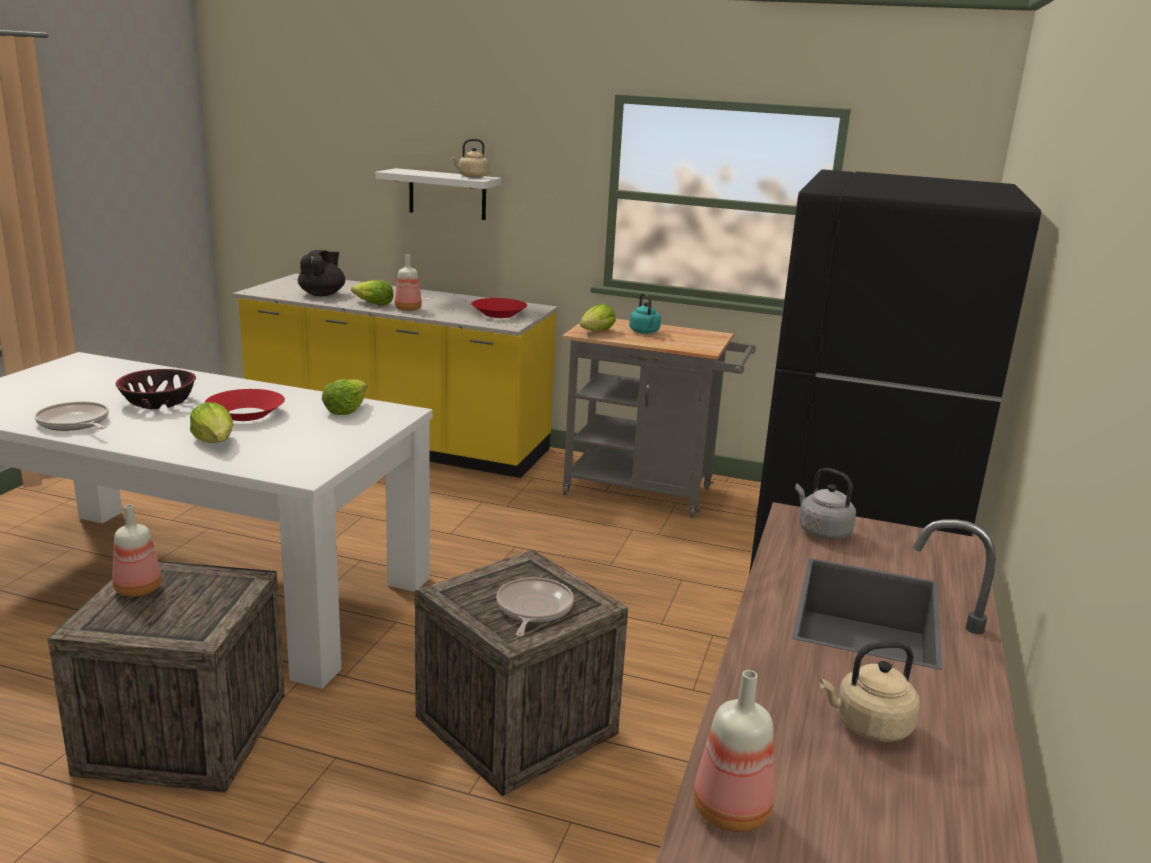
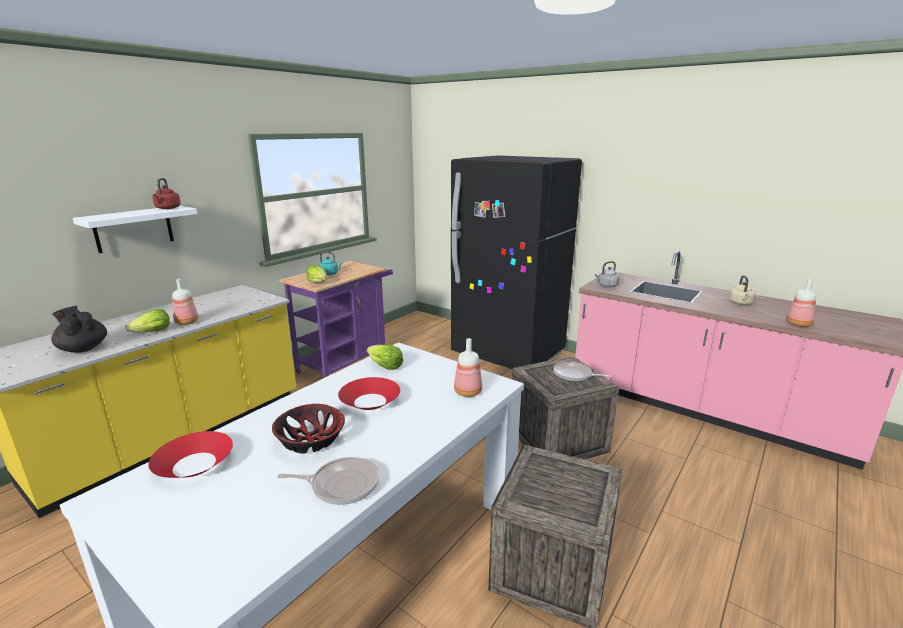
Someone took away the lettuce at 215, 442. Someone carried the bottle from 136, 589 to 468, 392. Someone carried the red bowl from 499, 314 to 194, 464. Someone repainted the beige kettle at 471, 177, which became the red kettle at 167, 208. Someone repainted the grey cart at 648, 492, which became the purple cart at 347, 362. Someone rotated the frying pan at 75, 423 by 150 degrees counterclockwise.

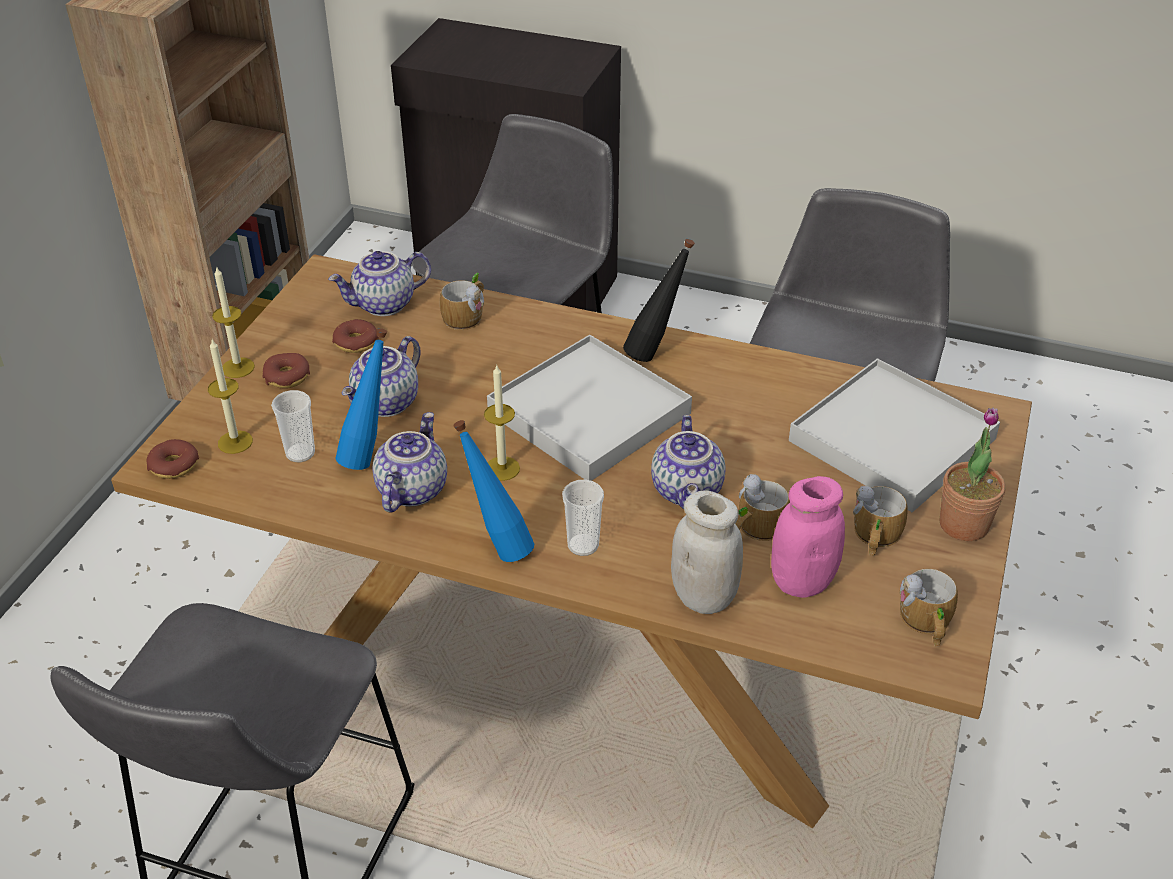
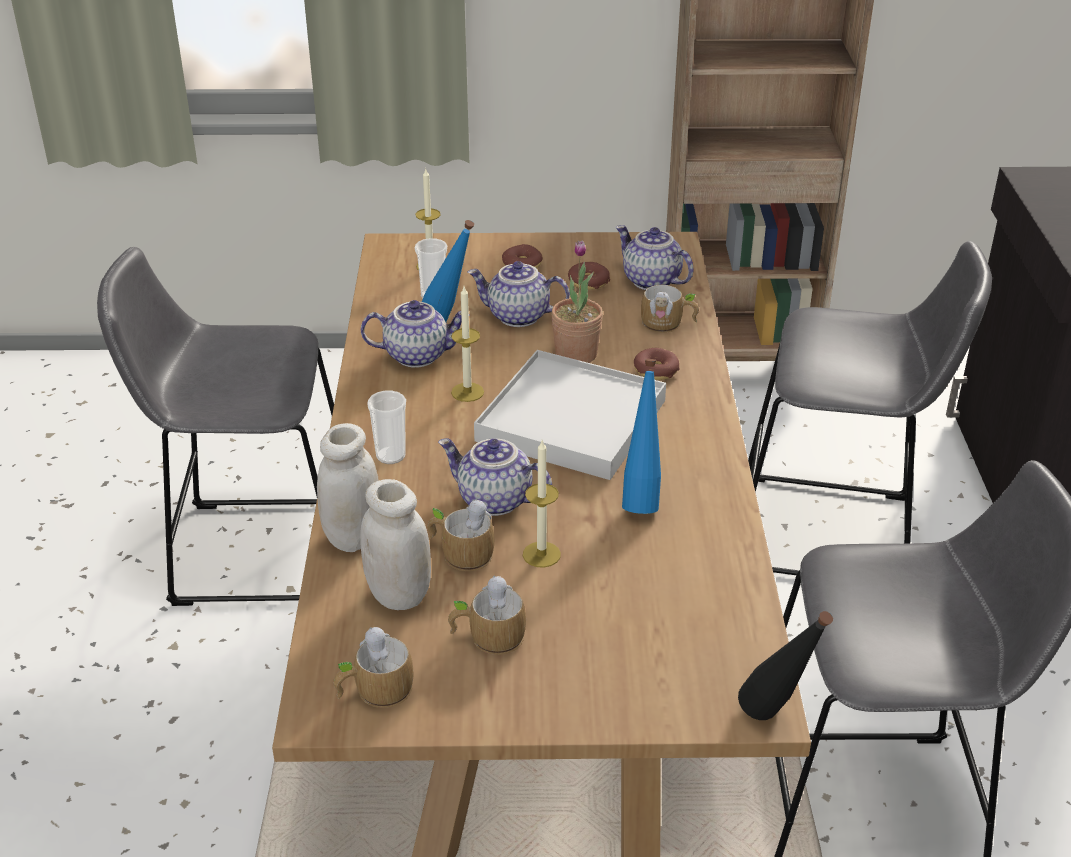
Someone took away the white tray at 892, 439. Someone carried the donut from 174, 466 to 655, 371. Someone carried the candle from 238, 368 to 541, 554. Someone carried the blue bottle from 497, 547 to 641, 499. Someone carried the black bottle from 655, 353 to 775, 721. Someone carried the potted plant from 963, 525 to 576, 354. Someone repainted the pink jar at 801, 582, which became the white jar at 399, 595. Someone rotated the teapot at 688, 491 by 45 degrees clockwise.

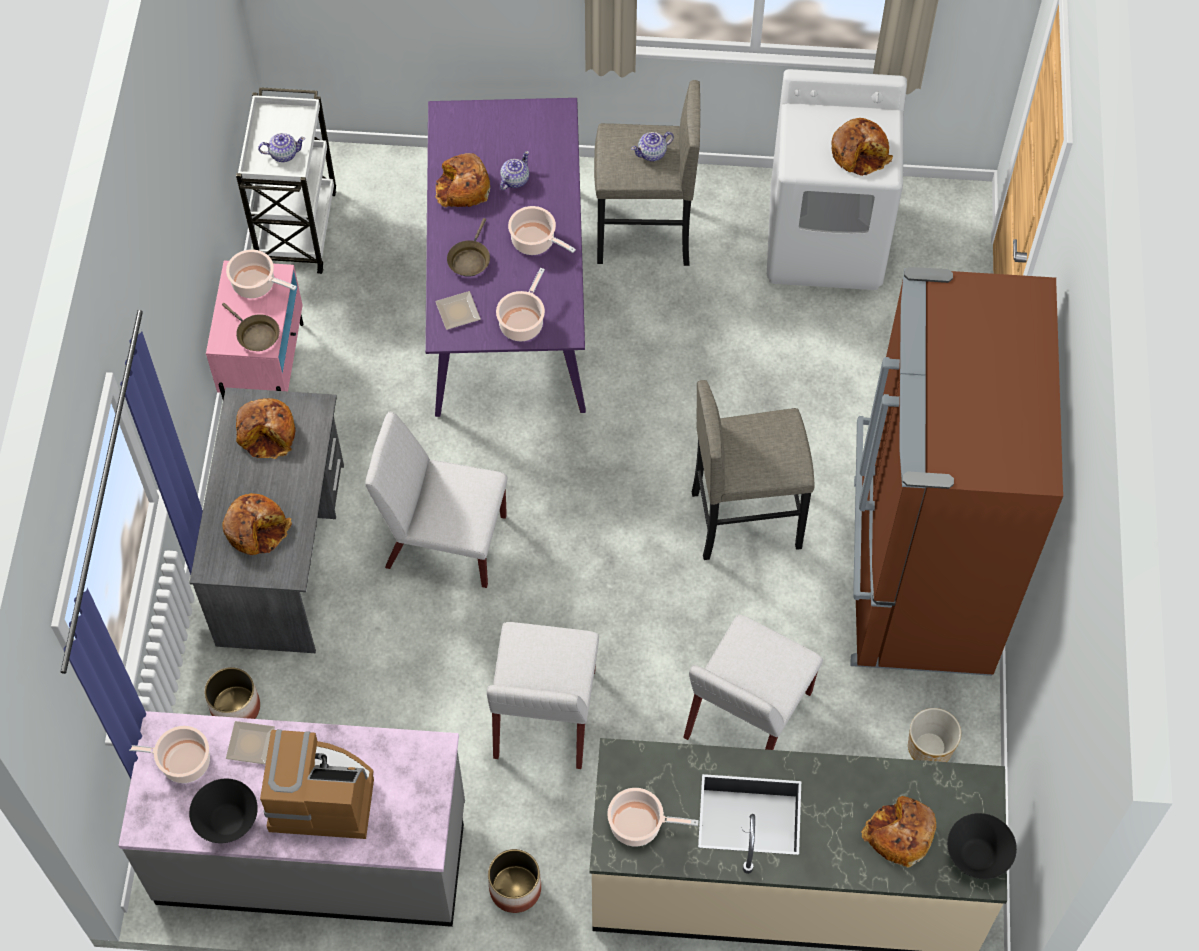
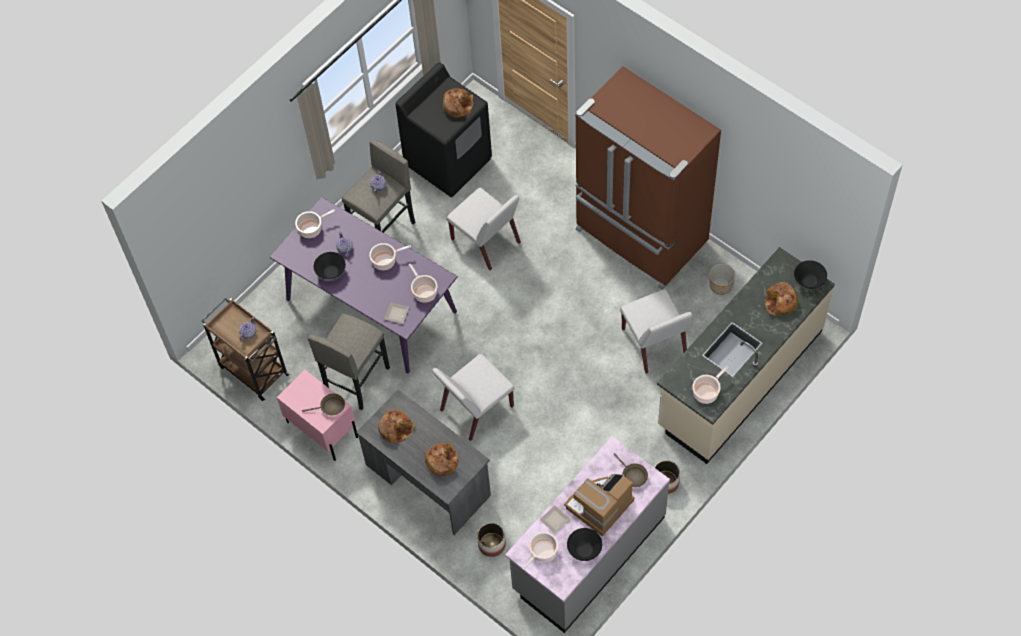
Someone carried the cooking pot from 256, 284 to 311, 228. Someone carried the brown frying pan from 469, 259 to 633, 475. Someone carried the white chair from 544, 715 to 486, 241. Someone carried the grey stool from 745, 519 to 356, 379. Someone swapped the bread at 462, 188 for the black bowl at 331, 272. Someone repainted the white cart at 297, 227, which became the brown cart at 253, 369. Someone repainted the white washing machine at 826, 241, which became the black washing machine at 448, 161.

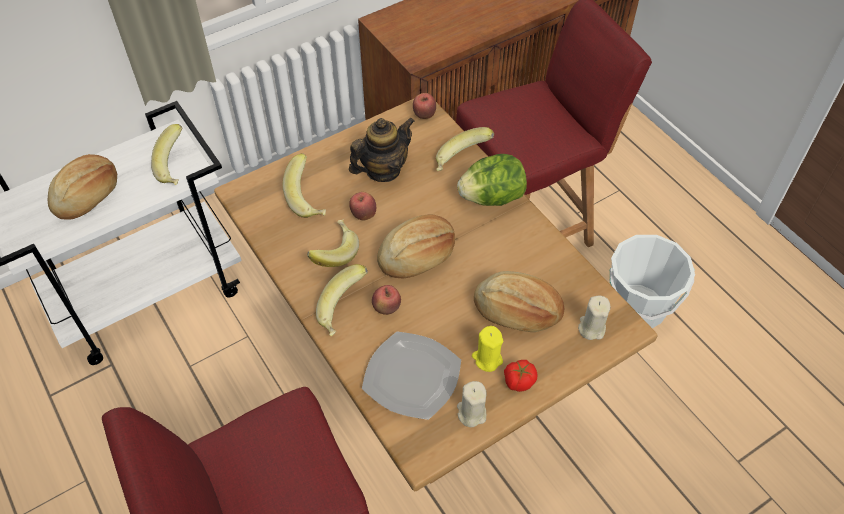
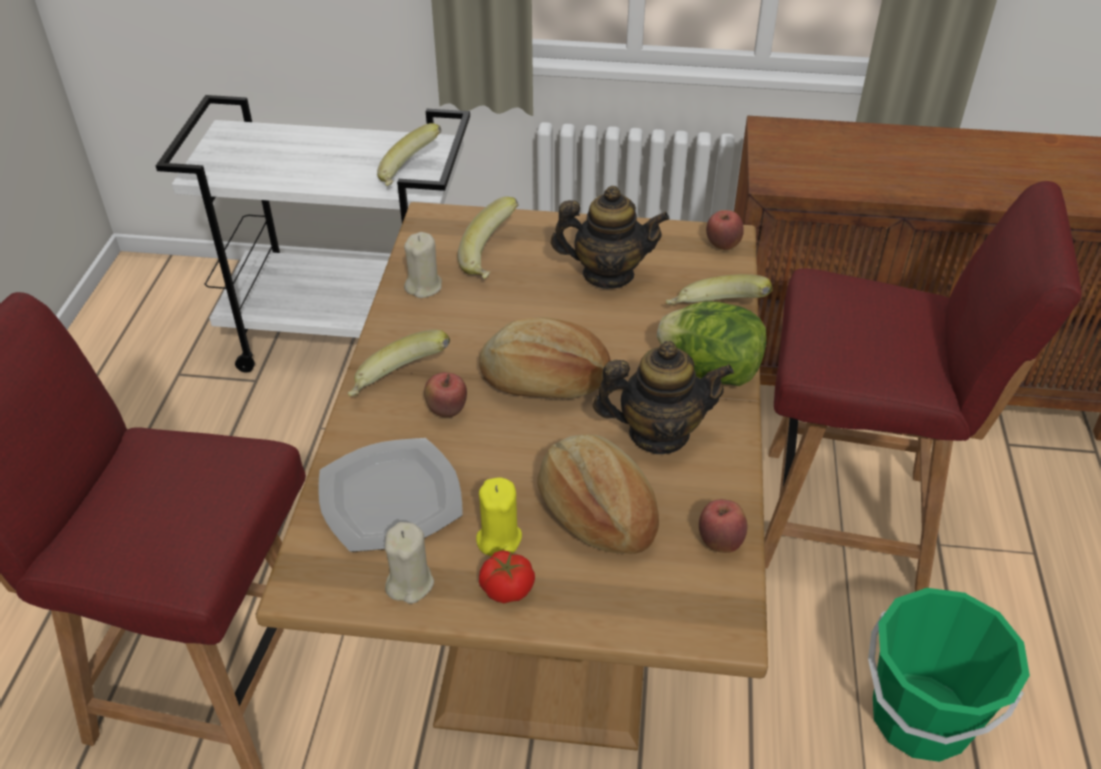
Someone took away the bread at 88, 196. Someone took away the banana at 333, 253. Someone put down the teapot at 658, 433. Someone carried the apple from 363, 215 to 720, 542. Someone carried the beige candle from 591, 328 to 424, 286. Someone repainted the white bucket at 637, 307, which became the green bucket at 920, 717.

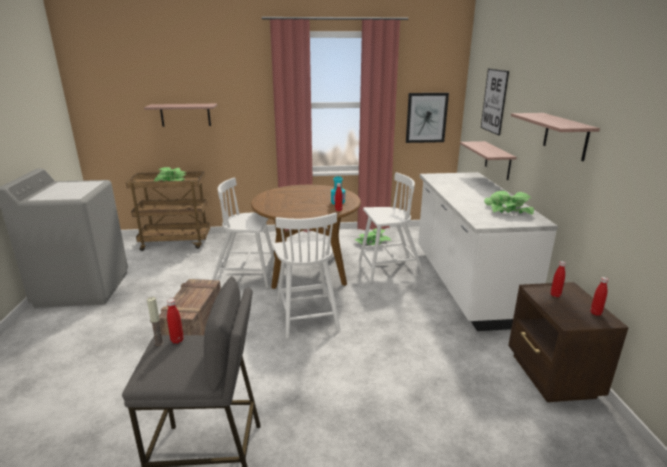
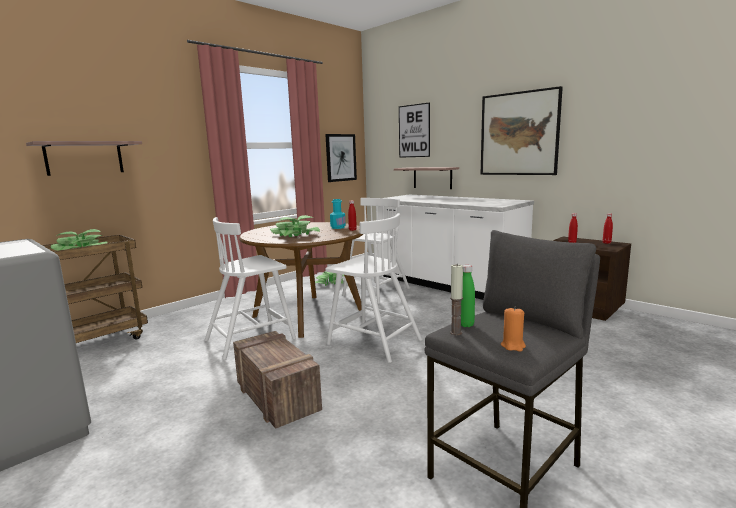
Someone put down the orange candle at 513, 346. Someone carried the potted plant from 507, 210 to 294, 235. Someone swapped the shelf at 565, 136 for the picture at 519, 134. Someone repainted the red bottle at 177, 340, which became the green bottle at 465, 324.

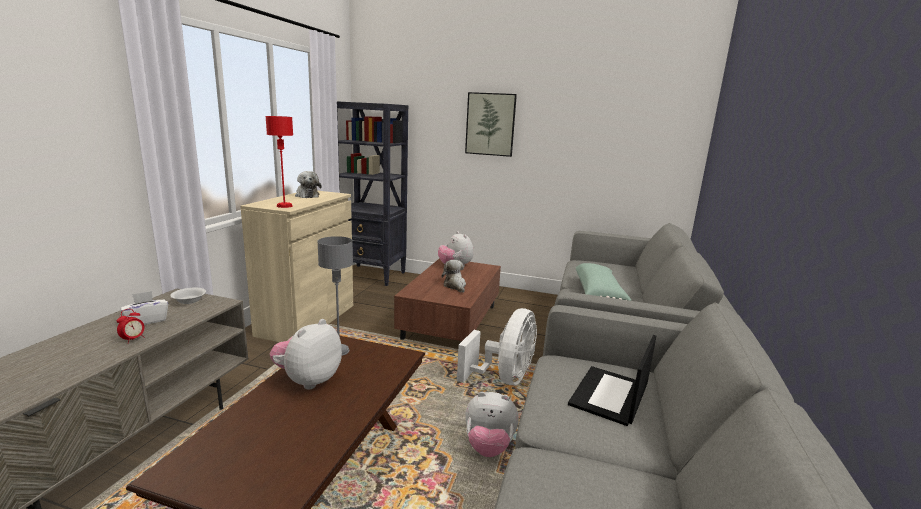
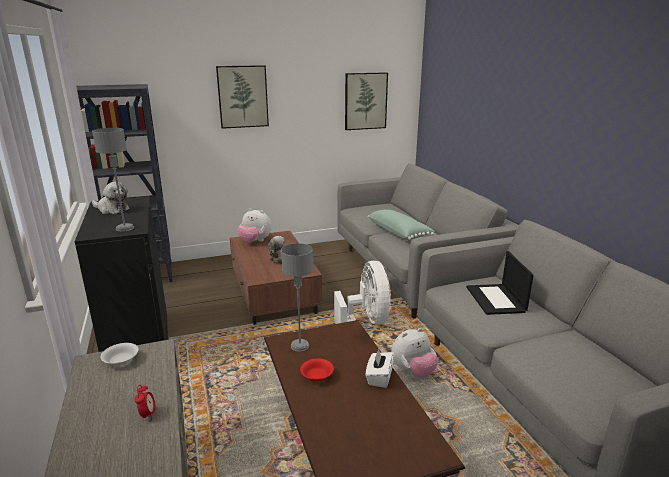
Someone put up the picture at 365, 101. Someone carried the white tissue box from 146, 321 to 379, 377. Someone swapped the plush toy at 308, 380 for the red bowl at 317, 376. Someone repainted the beige cabinet at 307, 320, which became the black cabinet at 139, 343. Someone repainted the red table lamp at 284, 206, which became the grey table lamp at 125, 228.

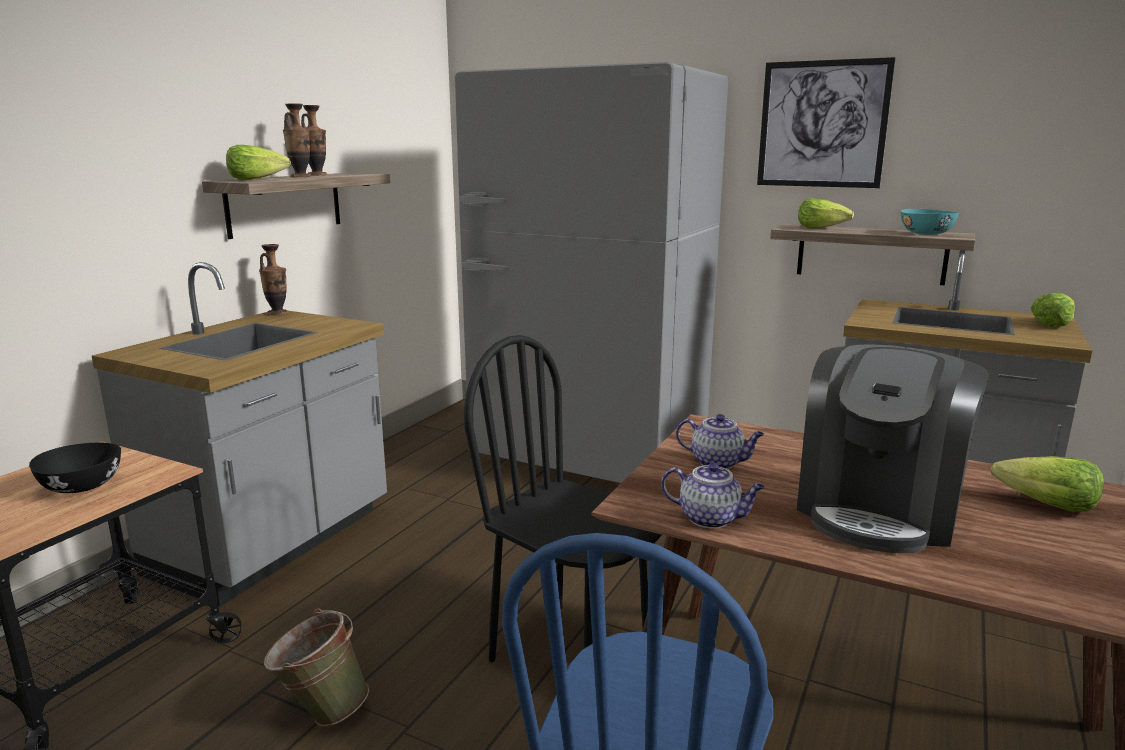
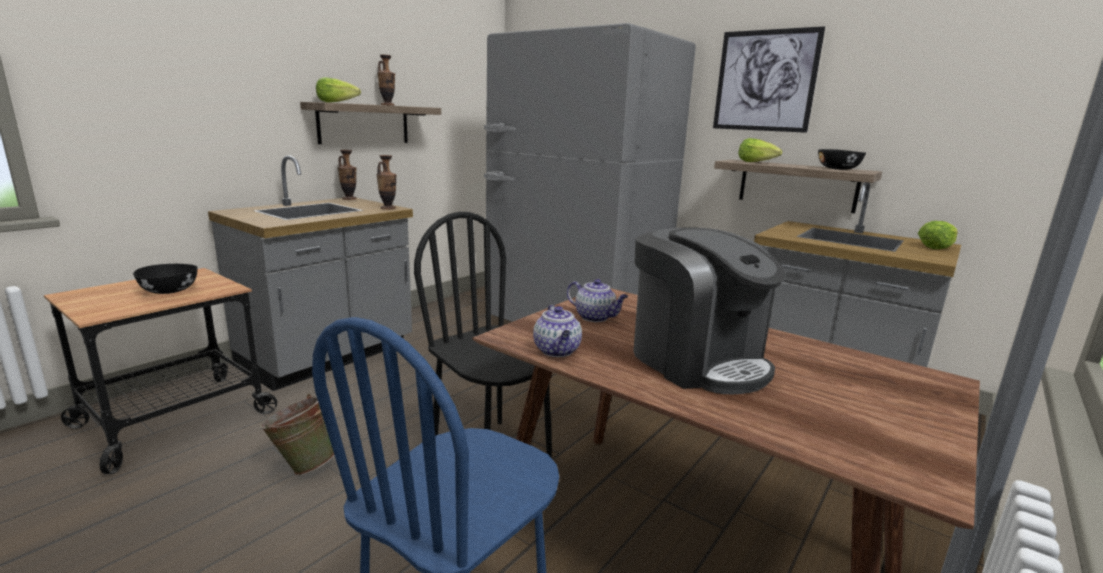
Someone took away the lettuce at 1046, 505. Someone carried the vase from 300, 177 to 388, 208. Someone repainted the turquoise bowl at 927, 234, which became the black bowl at 838, 169. Someone rotated the teapot at 711, 518 by 45 degrees clockwise. Someone rotated the coffee machine at 878, 509 by 75 degrees counterclockwise.

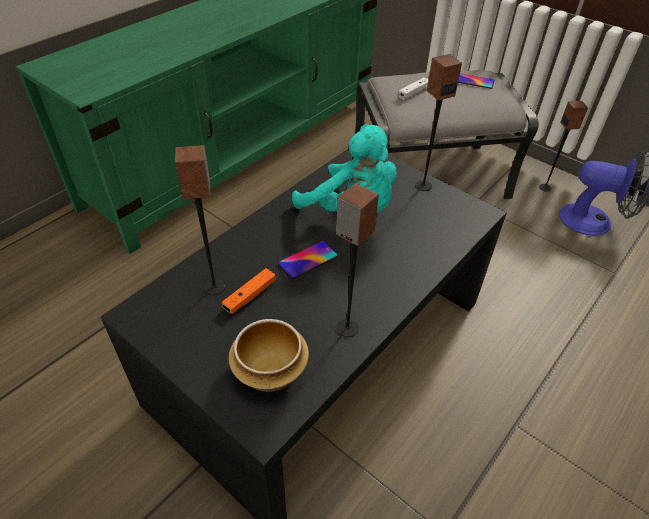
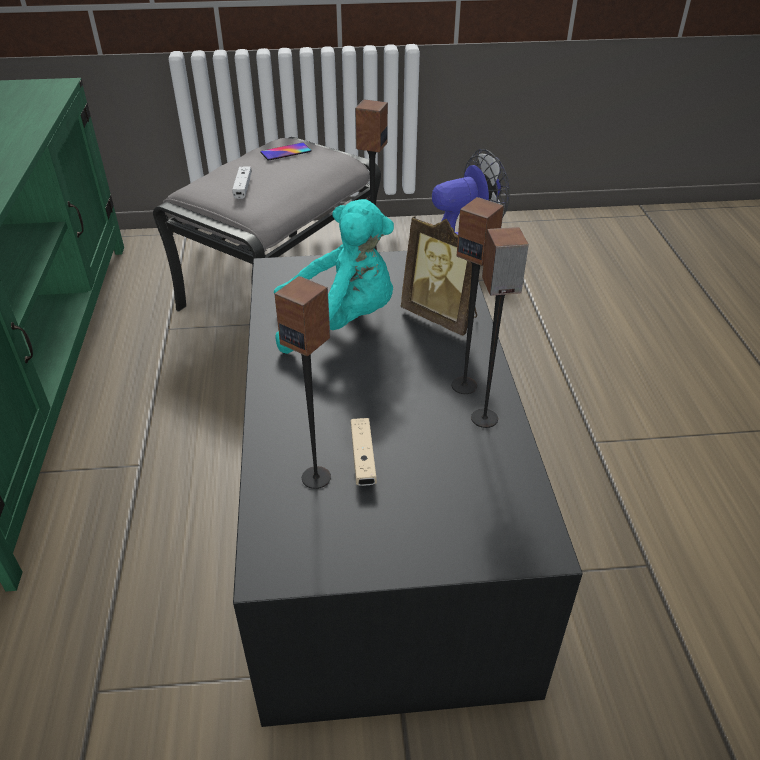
Someone took away the bowl at 269, 372. Someone took away the phone at 308, 260. Someone put down the picture frame at 442, 316. Someone carried the speaker from 545, 187 to 464, 385. Someone repainted the orange game controller at 250, 296, which became the beige game controller at 363, 458.

